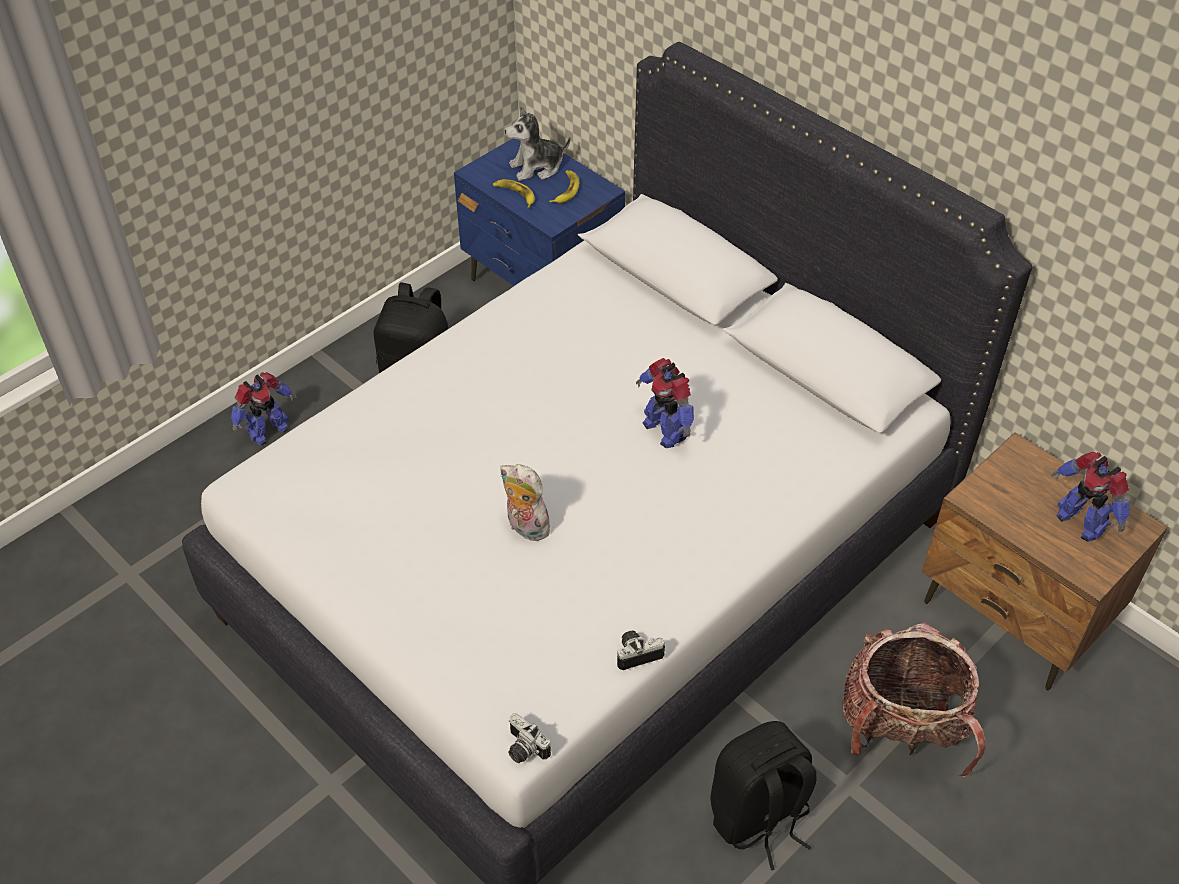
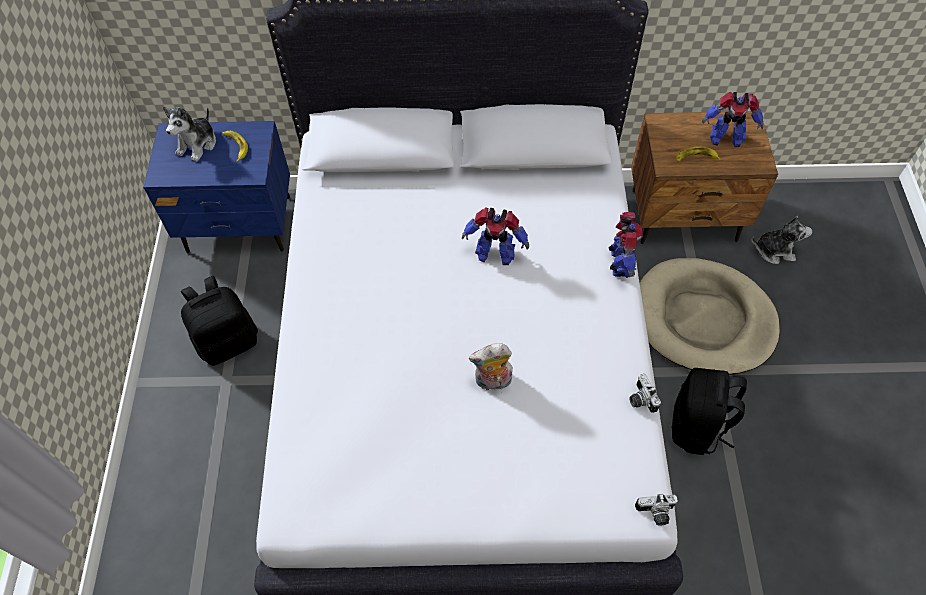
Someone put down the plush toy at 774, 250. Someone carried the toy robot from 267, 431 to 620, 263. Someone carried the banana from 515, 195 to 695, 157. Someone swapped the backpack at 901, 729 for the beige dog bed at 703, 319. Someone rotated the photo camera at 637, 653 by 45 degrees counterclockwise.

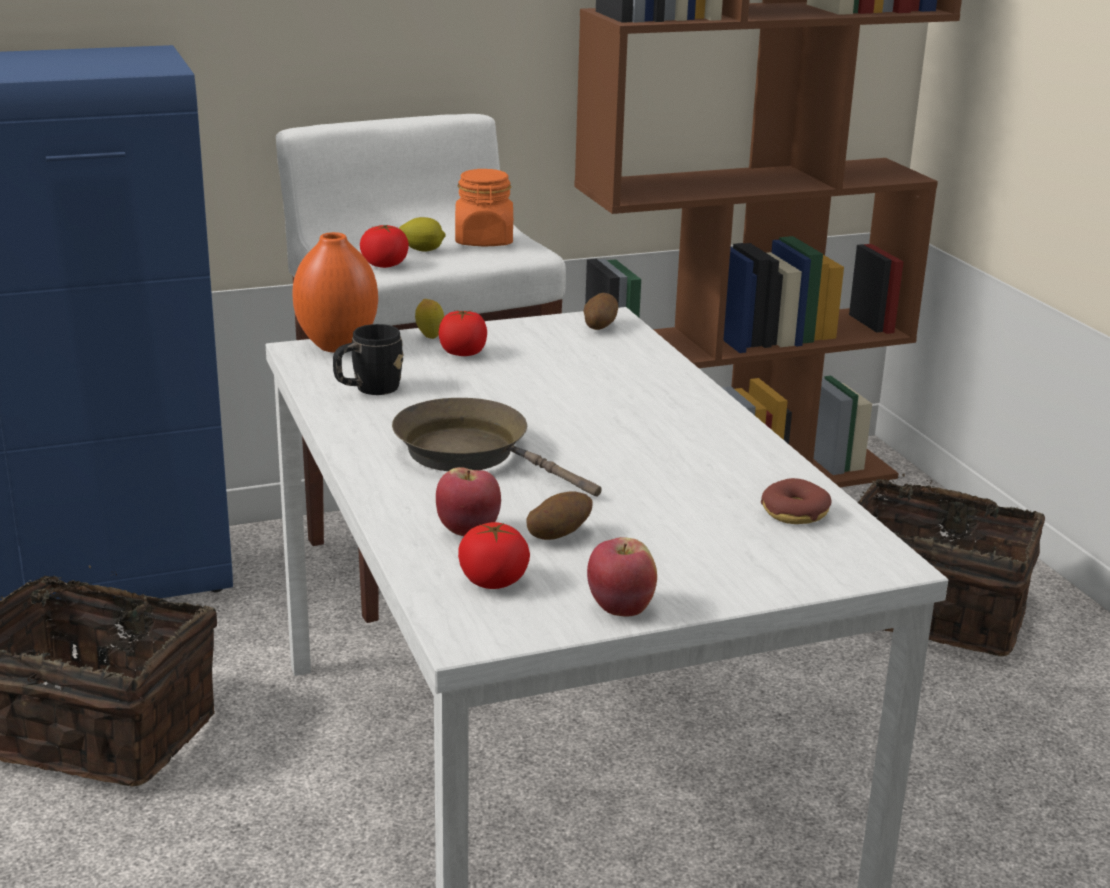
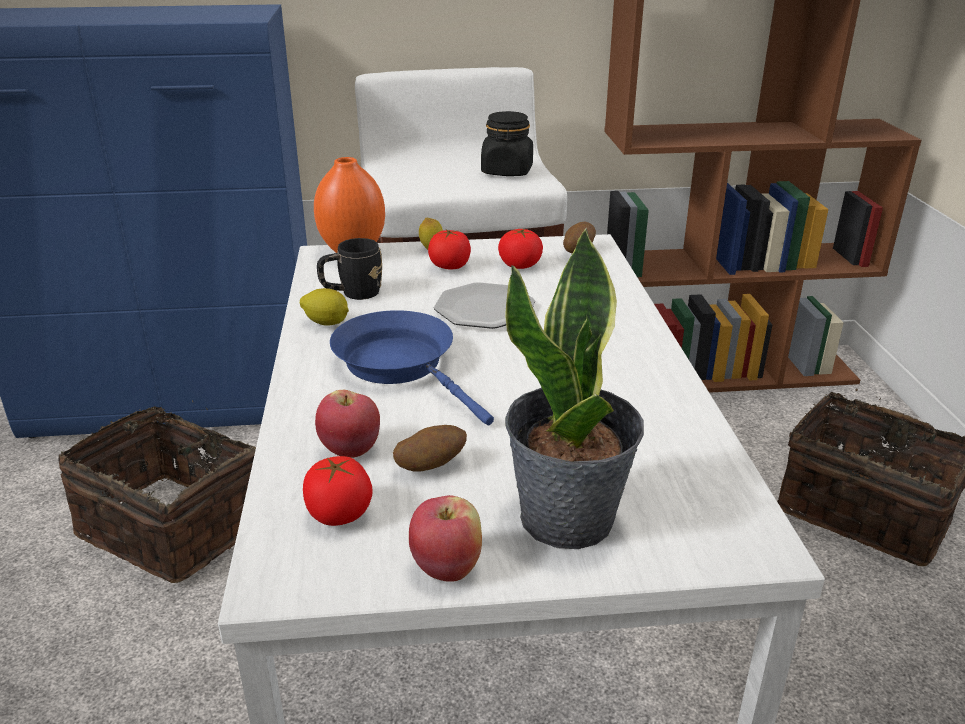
Someone took away the donut at 795, 512. Someone put down the plate at 484, 310. Someone put down the potted plant at 568, 518. Someone carried the tomato from 384, 265 to 520, 265. Someone carried the lemon from 422, 250 to 327, 323. Someone repainted the brown frying pan at 471, 454, which became the blue frying pan at 401, 365. Someone repainted the orange jar at 484, 241, which became the black jar at 507, 171.

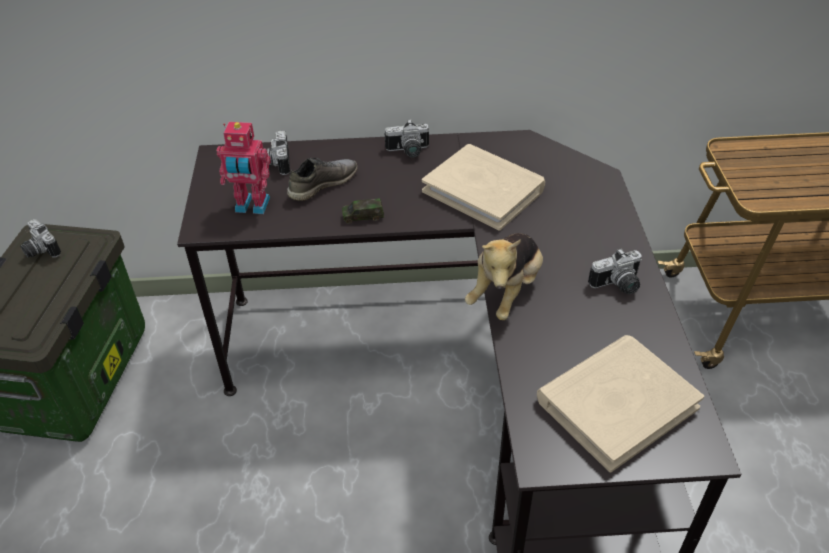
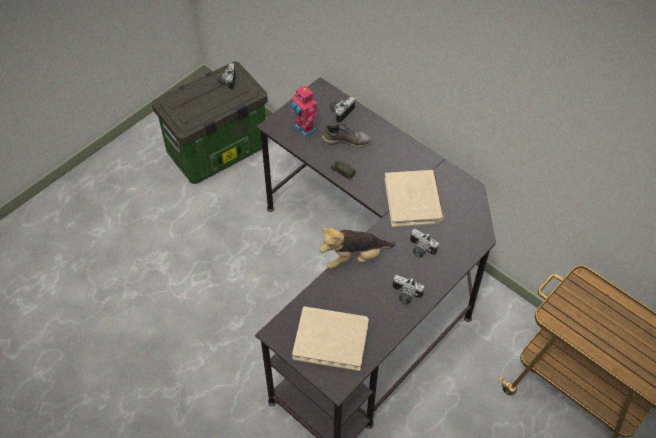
Someone carried the photo camera from 408, 151 to 420, 250.

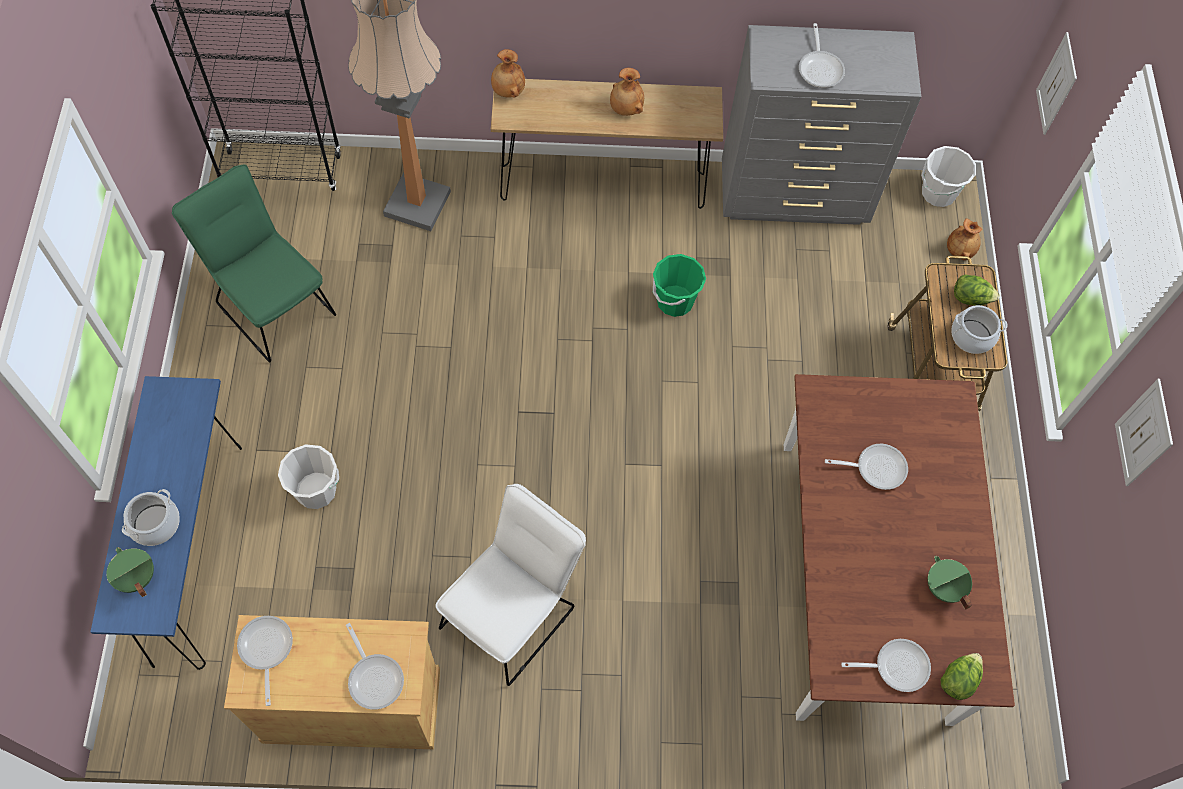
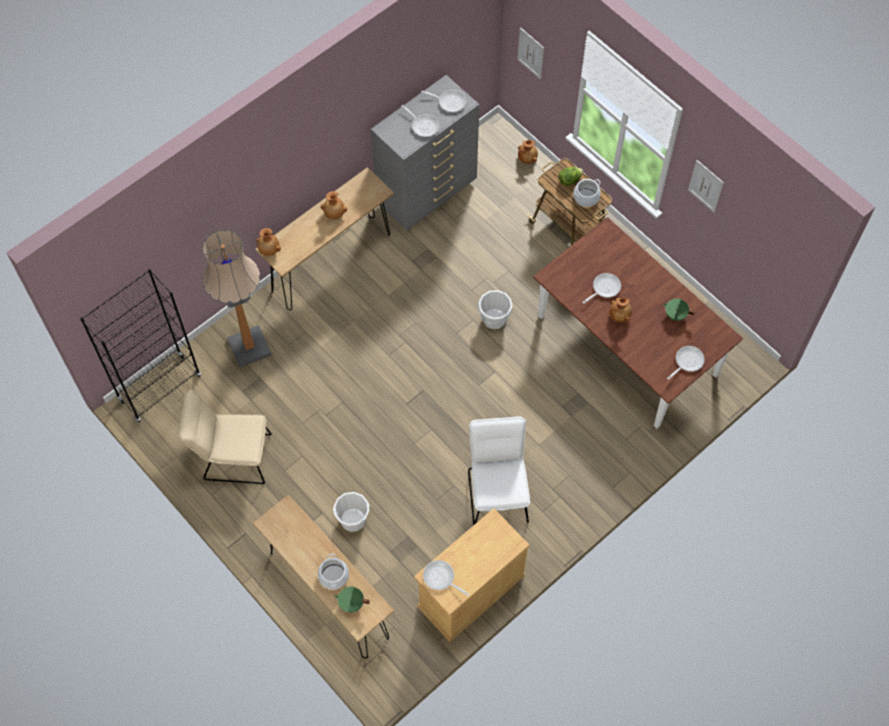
Someone took away the green bucket at 674, 301. Someone took away the lettuce at 958, 680. Someone put down the brown vase at 619, 315. Someone carried the frying pan from 374, 677 to 449, 101. Someone carried the white bucket from 938, 193 to 494, 319. Someone repainted the blue console table at 197, 551, which became the brown console table at 329, 594. Someone repainted the green chair at 271, 303, which became the beige chair at 232, 456.

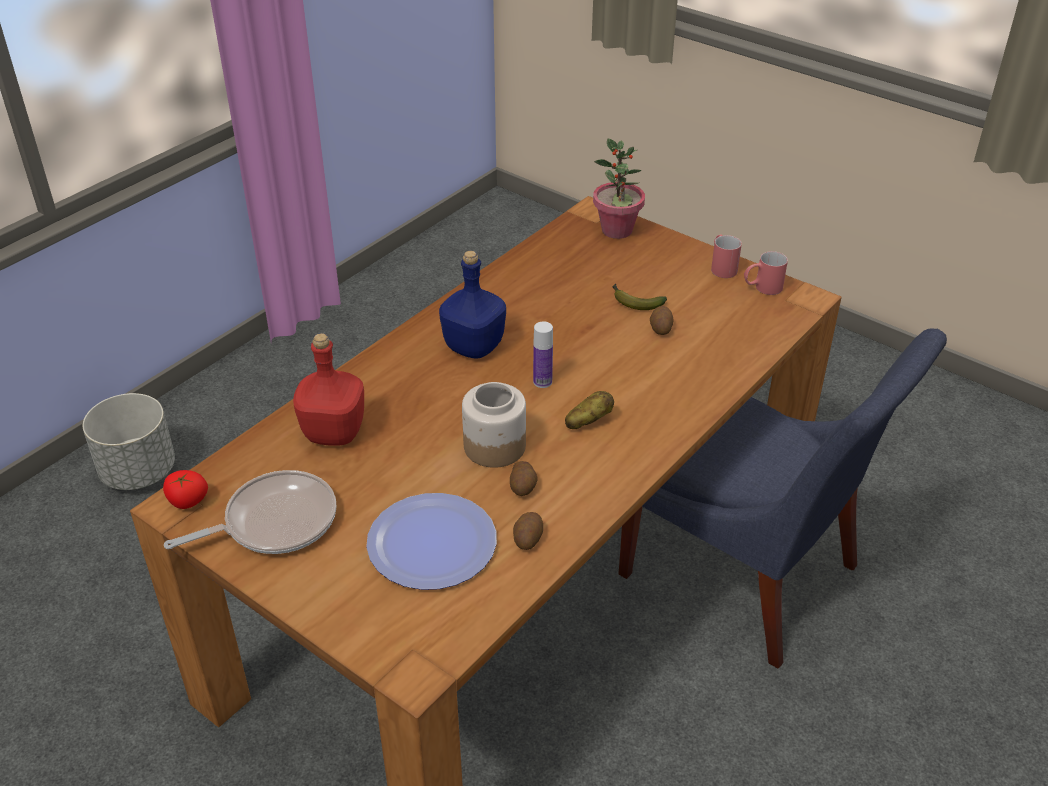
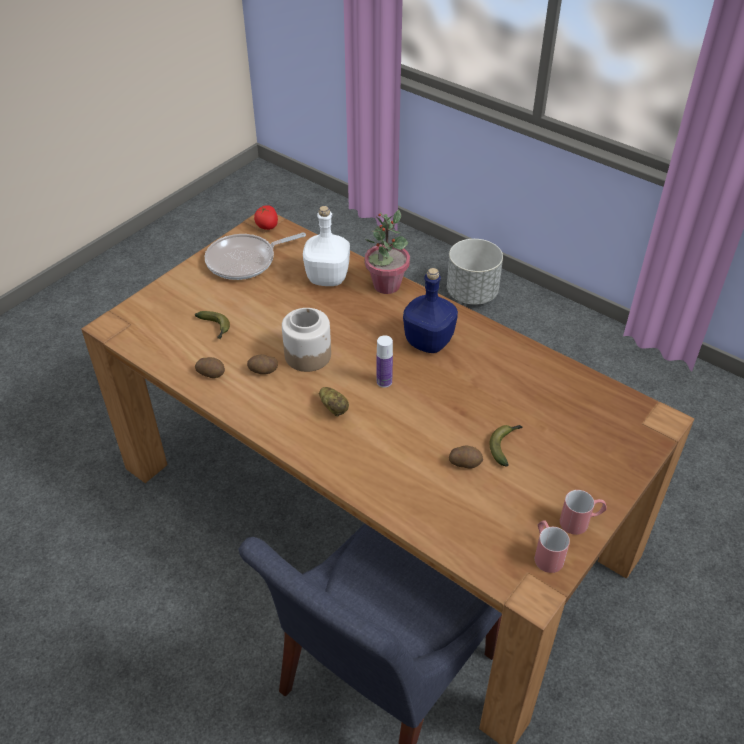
Someone carried the potted plant from 617, 230 to 386, 285. Someone swapped the plate at 432, 543 for the banana at 215, 328. Someone repainted the red bottle at 332, 432, which became the white bottle at 327, 277. Someone rotated the frying pan at 274, 522 by 90 degrees clockwise.

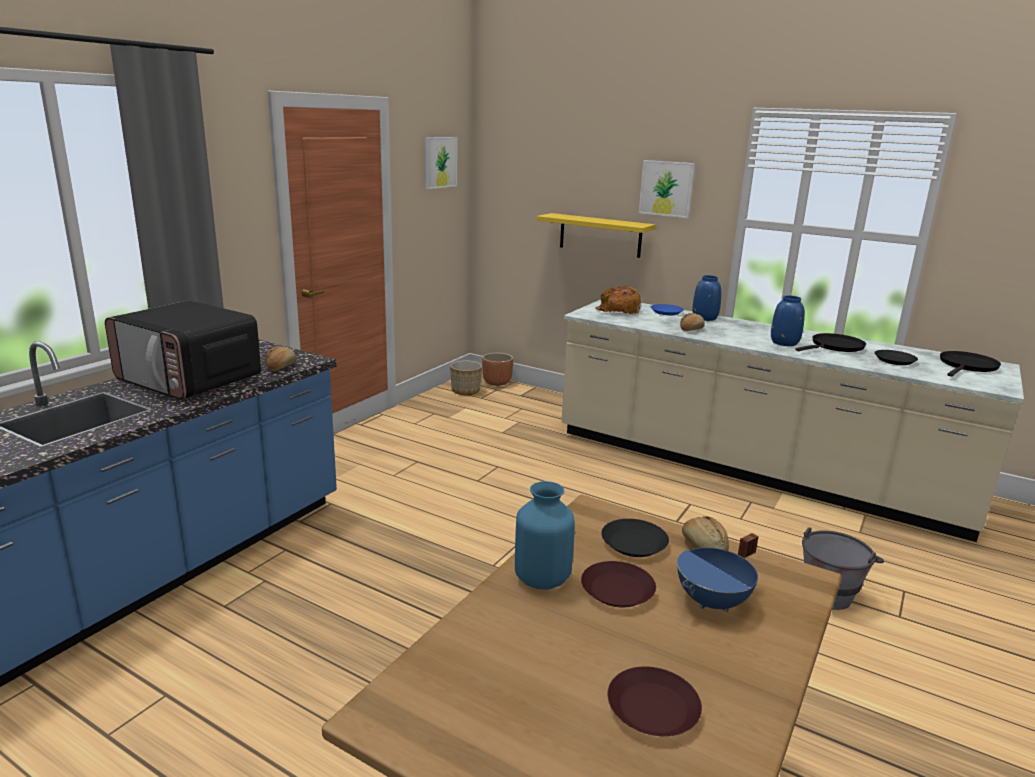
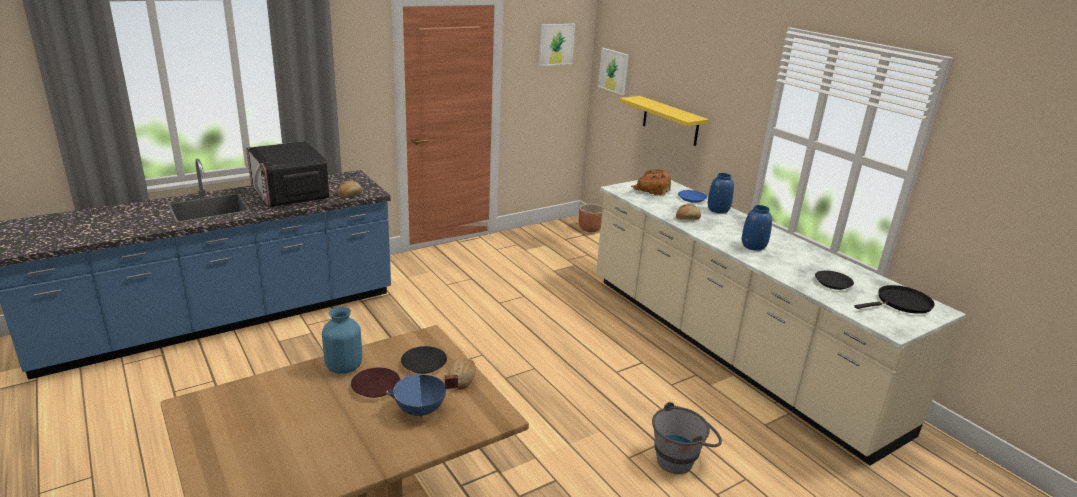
Someone took away the planter at 465, 390. Someone took away the brown plate at 652, 708. Someone took away the black frying pan at 835, 346. Someone carried the picture from 666, 188 to 613, 71.

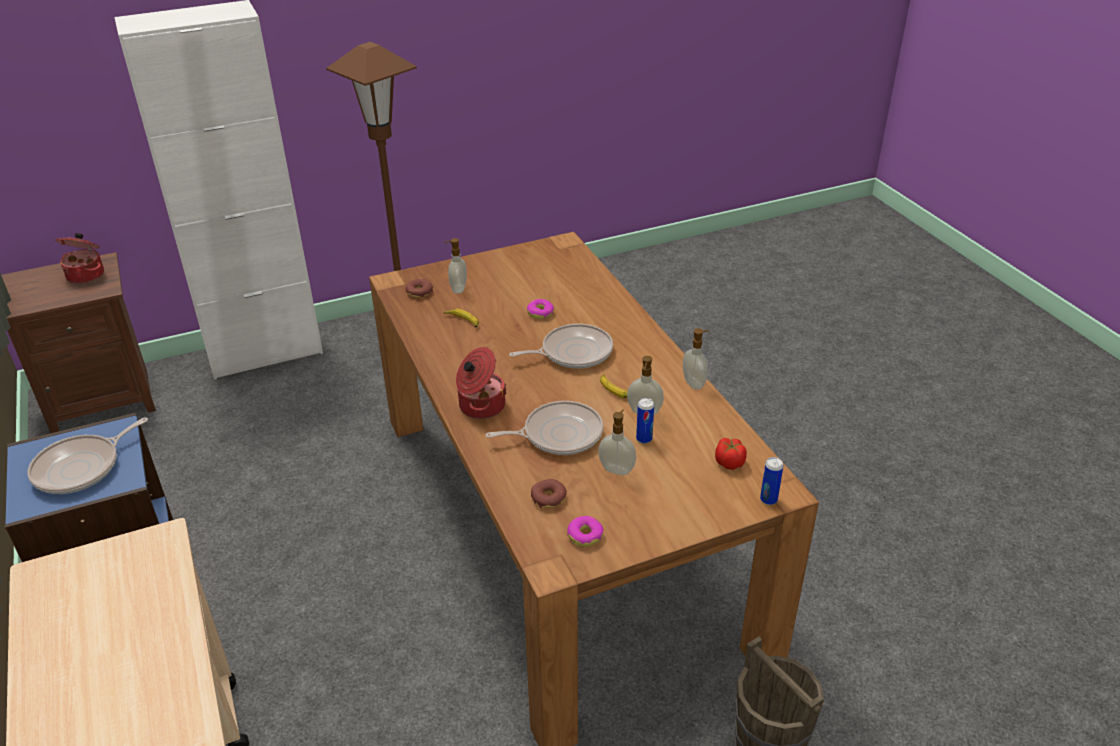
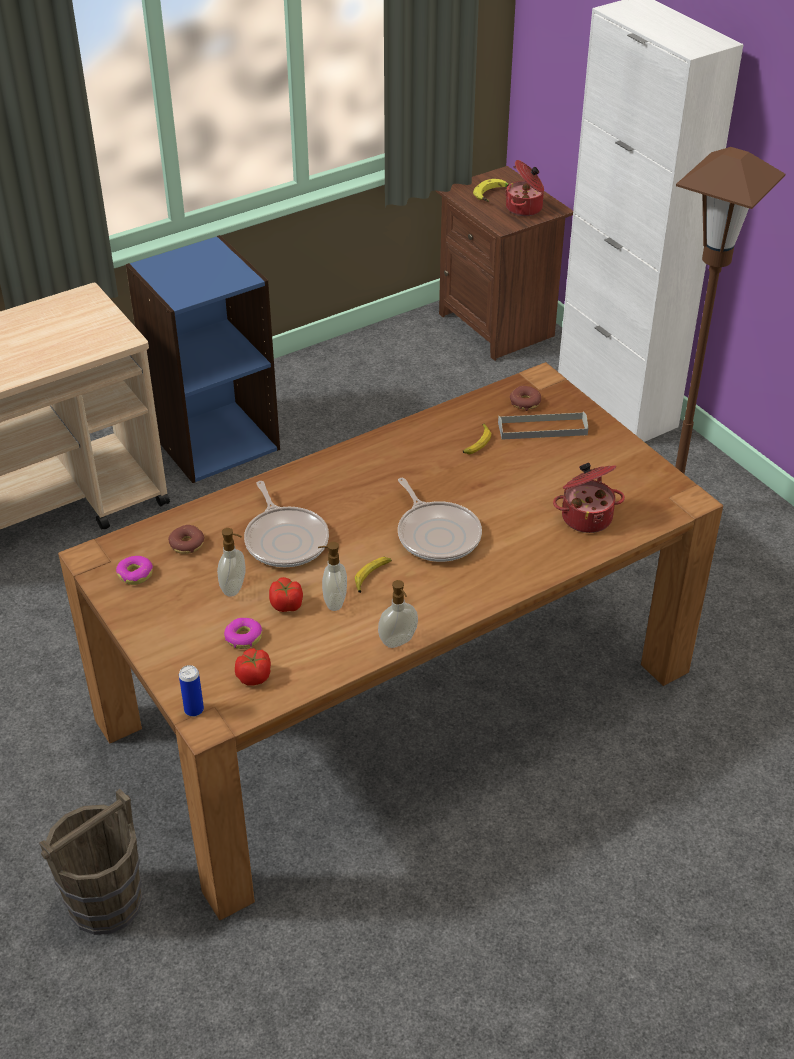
Someone took away the frying pan at 81, 468. Someone put down the banana at 492, 195. Someone carried the cooking pot from 480, 406 to 586, 516. Someone carried the donut from 540, 313 to 243, 637. Someone swapped the soap dispenser at 458, 289 for the grey tray at 542, 429. Someone swapped the can at 644, 439 for the tomato at 287, 605.

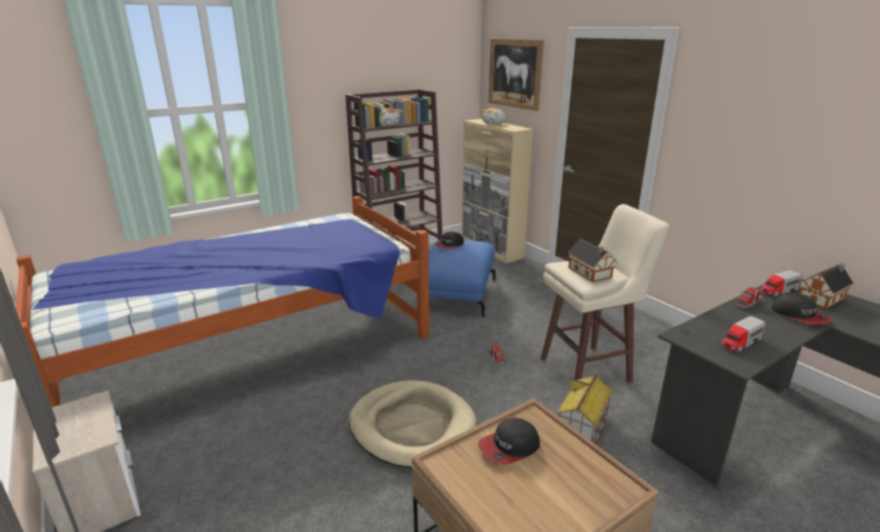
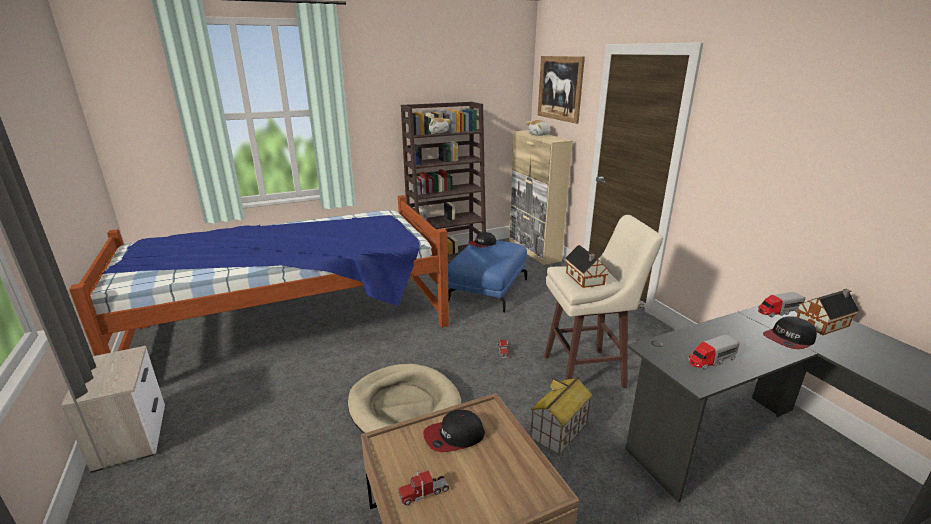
Someone carried the toy truck from 749, 303 to 424, 493. Someone rotated the cap at 799, 316 by 75 degrees clockwise.

